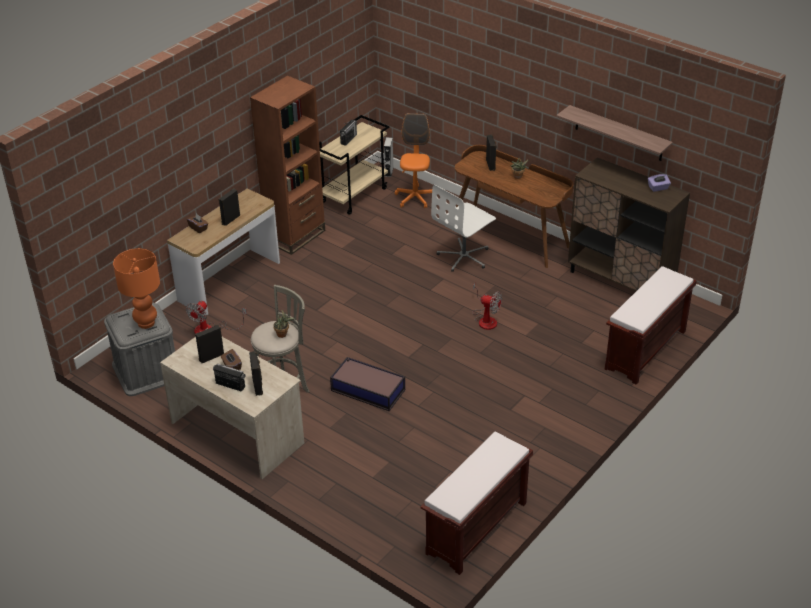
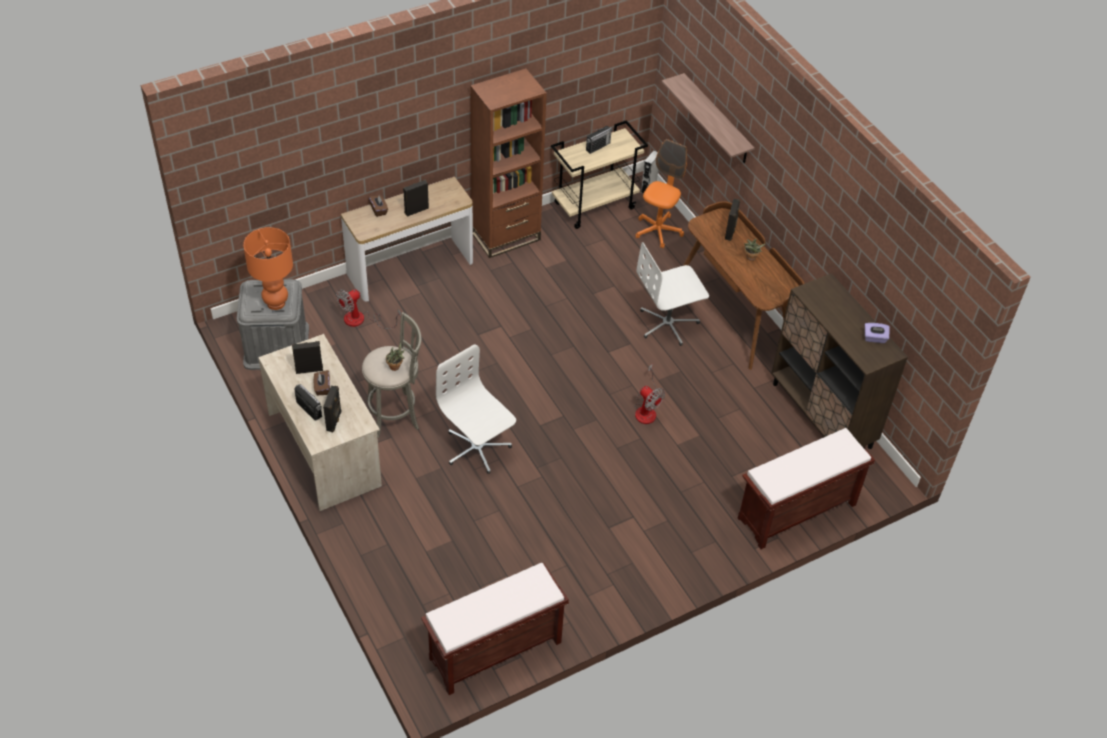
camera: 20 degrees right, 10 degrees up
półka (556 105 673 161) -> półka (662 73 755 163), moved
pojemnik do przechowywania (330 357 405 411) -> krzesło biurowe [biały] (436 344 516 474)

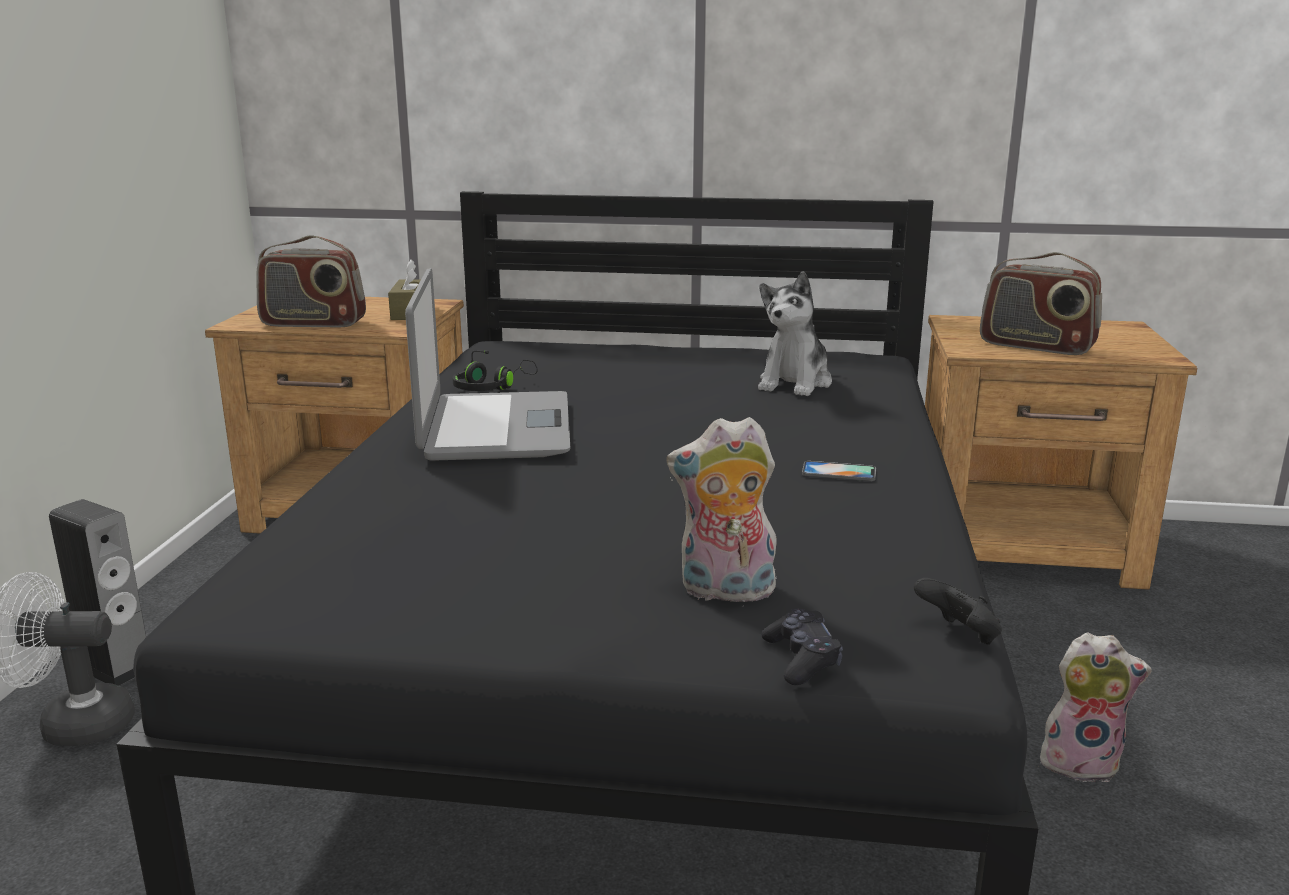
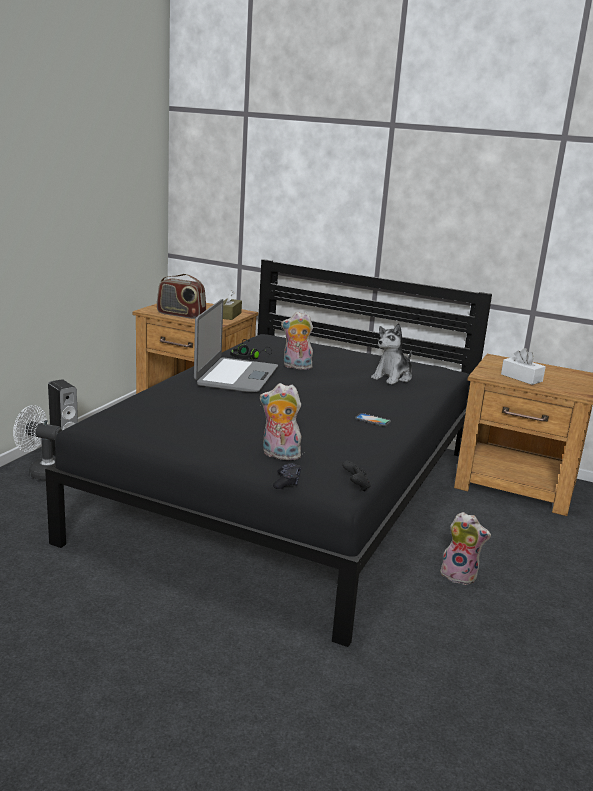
camera: 15 degrees right, 0 degrees up
none -> pluszak (281 312 313 370)
radio (980 252 1102 355) -> pudełko chusteczek [biały] (501 348 546 385)

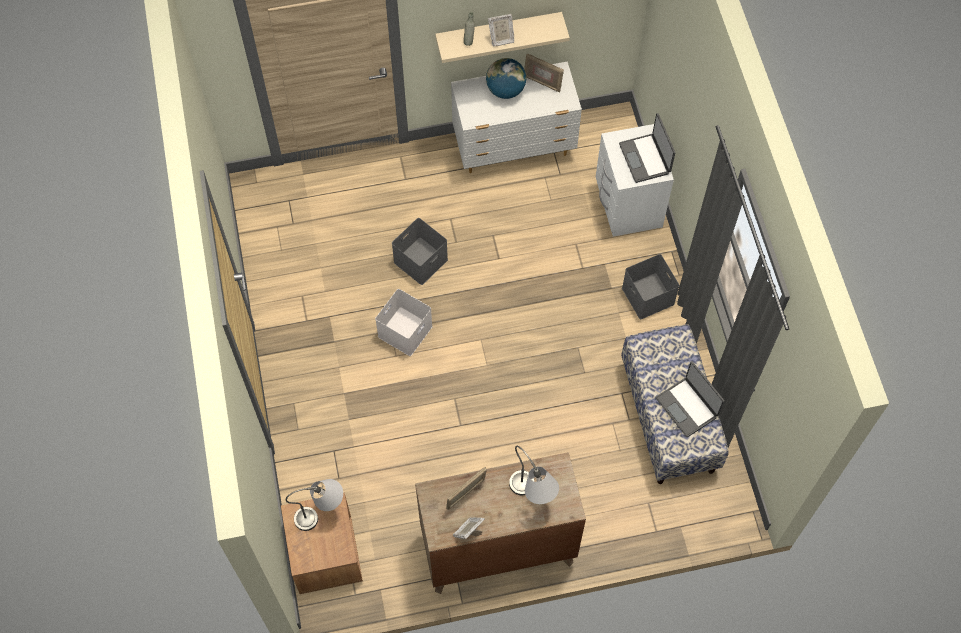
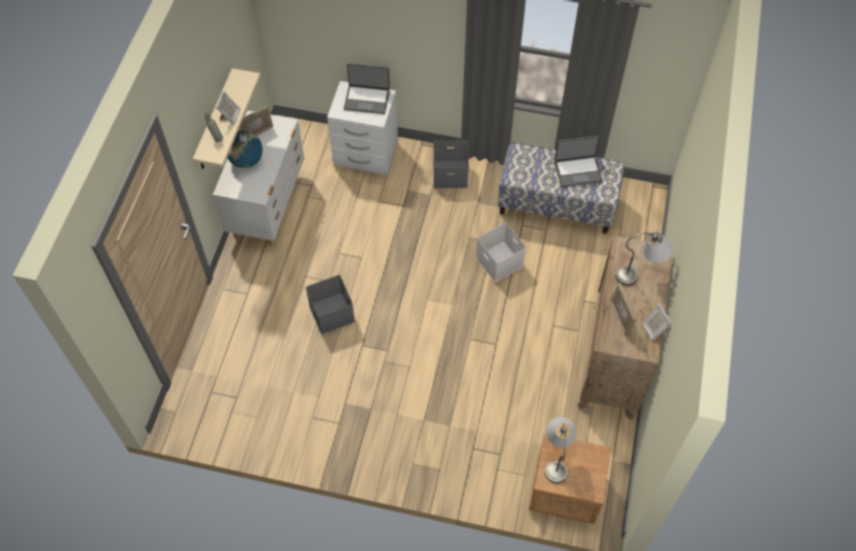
camera: 65 degrees left, 5 degrees down
pojemnik do przechowywania [biały] (375 289 433 356) -> pojemnik do przechowywania [biały] (476 222 526 282), moved

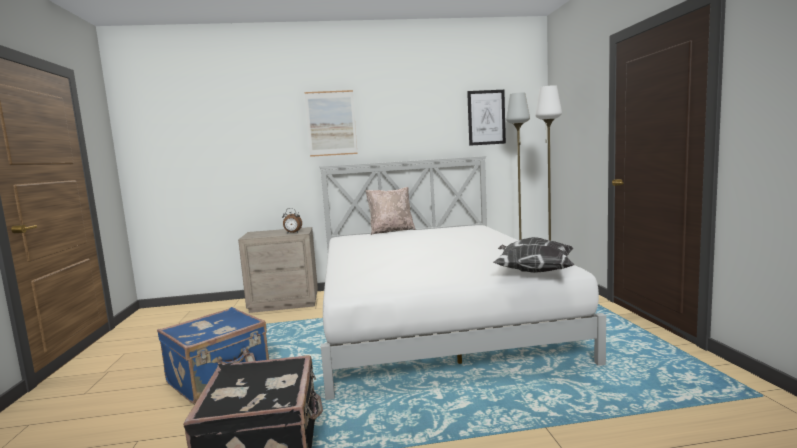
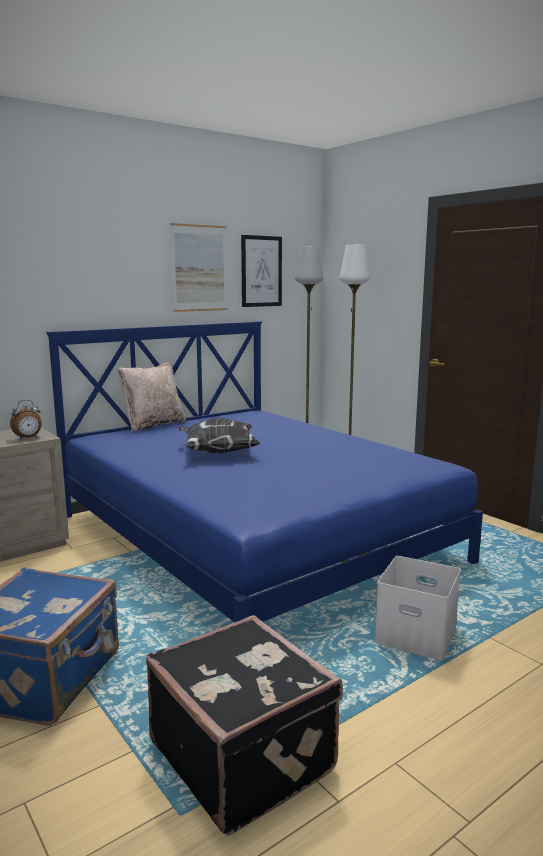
camera: 30 degrees left, 5 degrees up
none -> pojemnik do przechowywania [biały] (375 556 461 661)
obraz (305 90 358 157) -> obraz (170 223 228 312), moved
poduszka (493 237 575 273) -> poduszka (178 418 261 453), moved
łóżko [biały] (319 156 606 400) -> łóżko [niebieski] (46 321 483 623)

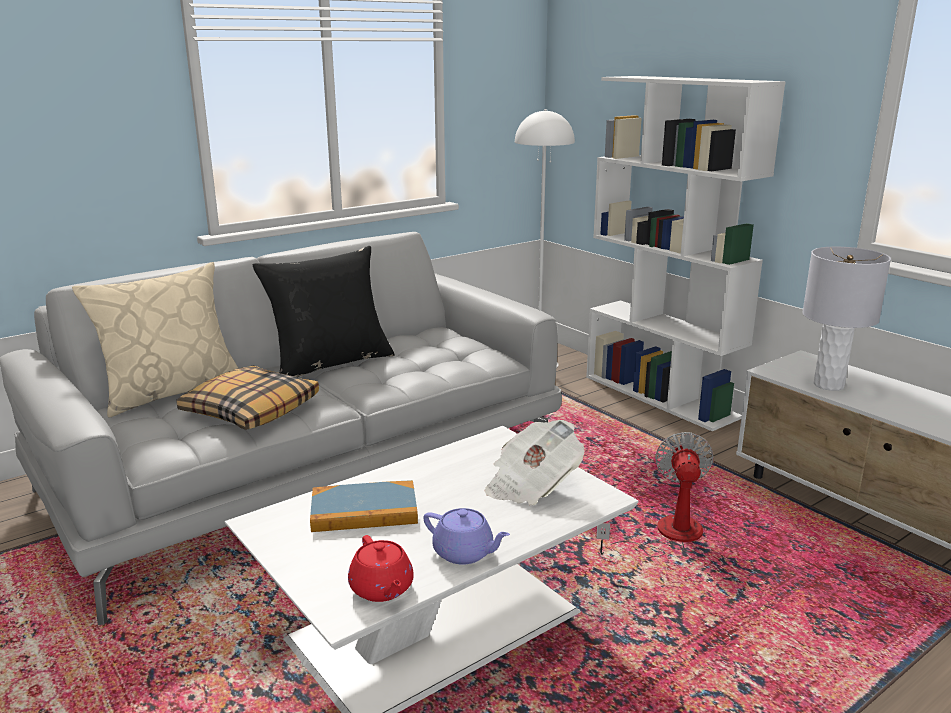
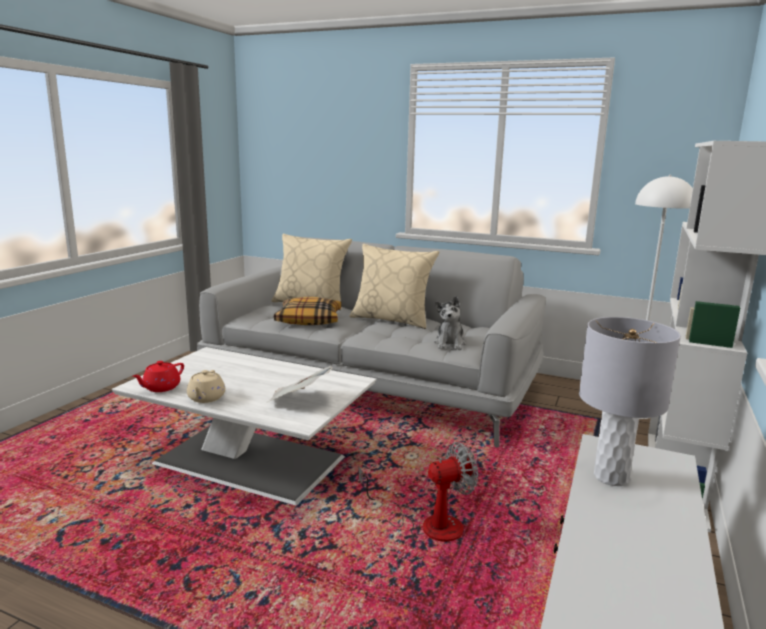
camera: 60 degrees right, 5 degrees down
książka (310 480 418 532) -> none
none -> pluszak (434 296 466 350)
poduszka [czarny] (253 246 395 377) -> poduszka [beżowy] (349 244 439 329)
imbryk [fioletowy] (424 508 510 565) -> imbryk [beżowy] (187 370 225 403)

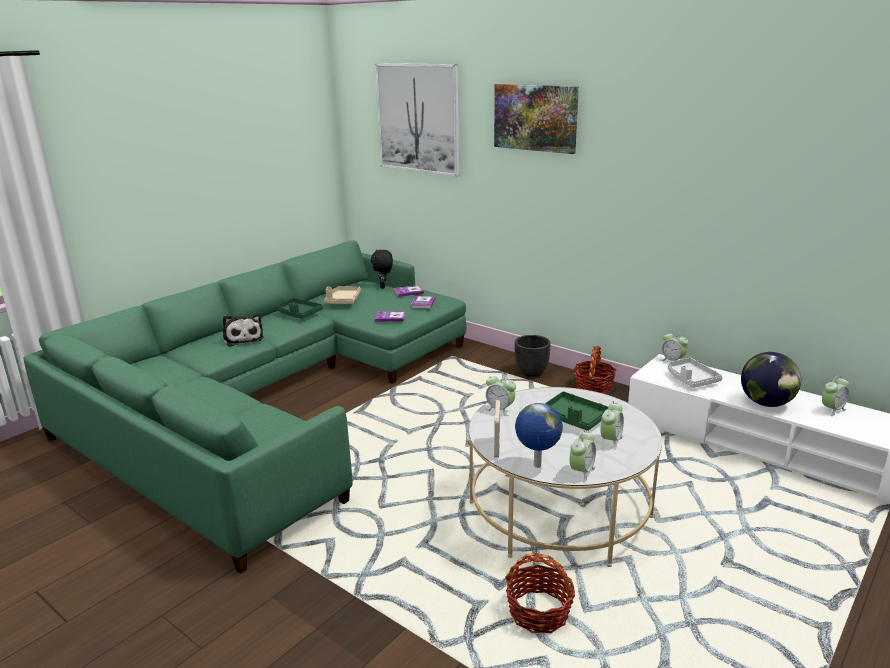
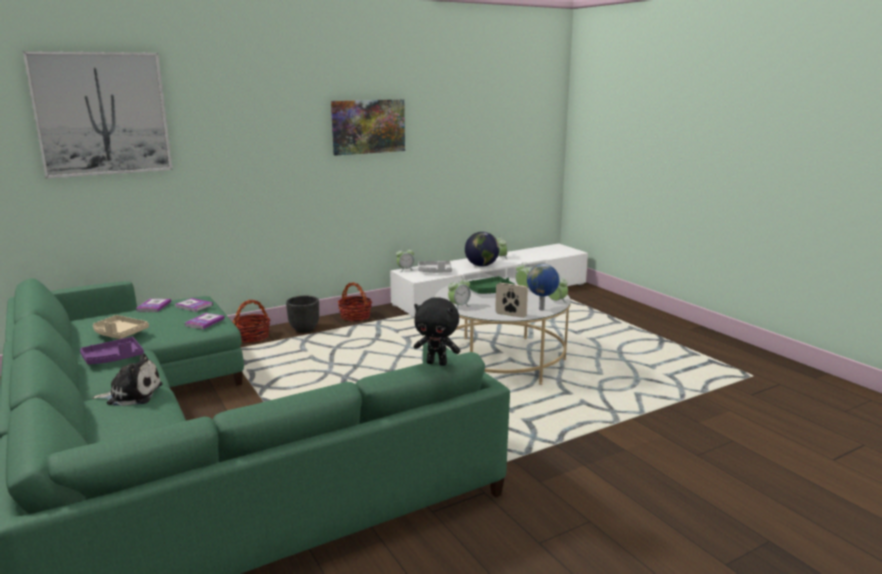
camera: 70 degrees left, 5 degrees down
pluszak [czarny] (371 250 393 288) -> pluszak [czarny] (414 297 460 366), moved
obraz (494 84 579 154) -> obraz (331 99 405 156), moved
koszyk (505 553 575 633) -> koszyk (233 300 271 343), moved
taca [zielony] (277 298 322 318) -> taca [fioletowy] (80 337 144 364)

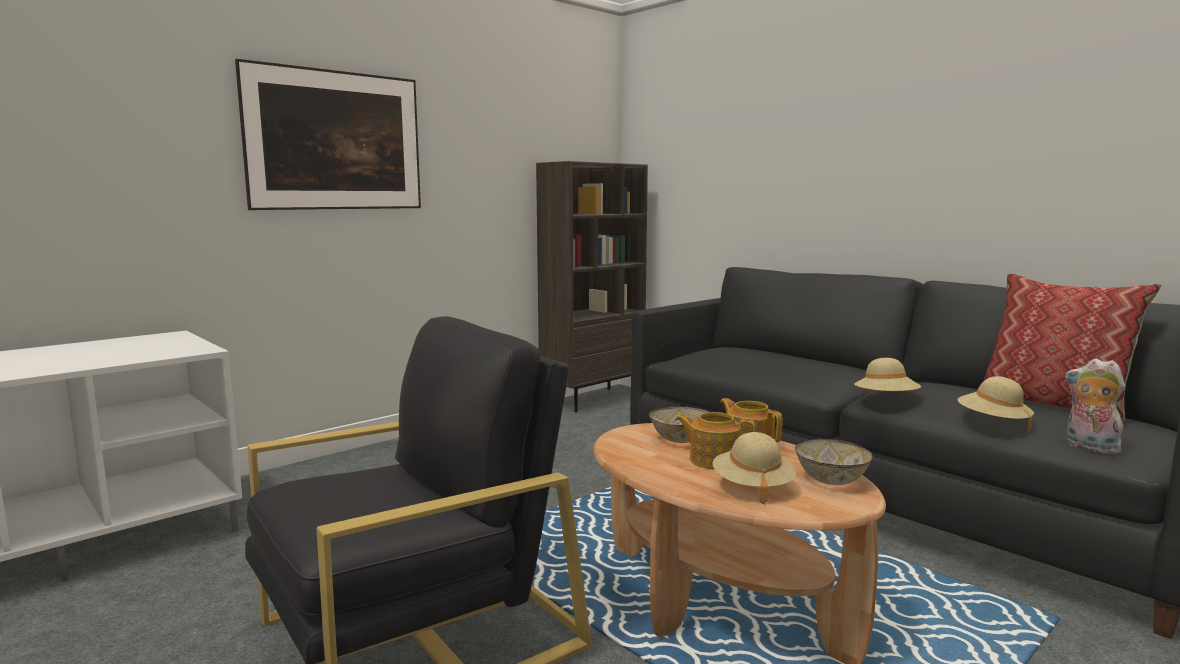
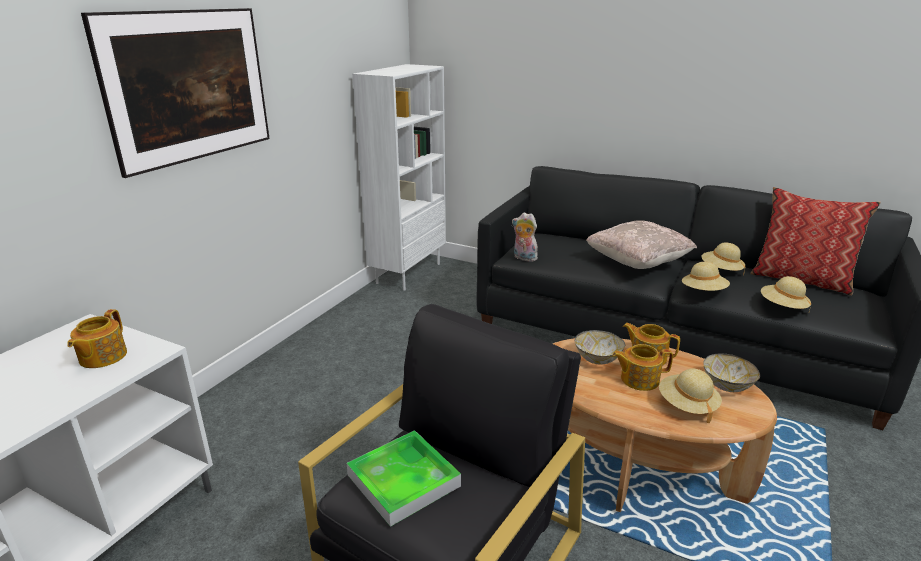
camera: 20 degrees left, 15 degrees up
none -> imbryk (67 309 127 368)
none -> taca (347 430 461 527)
none -> poduszka [beżowy] (586 220 697 269)
none -> kapelusz [beżowy] (702 242 745 275)
pluszak (1065 358 1125 454) -> pluszak (512 212 538 262), moved
regał [brązowy] (536 161 648 412) -> regał [biały] (352 64 446 290)

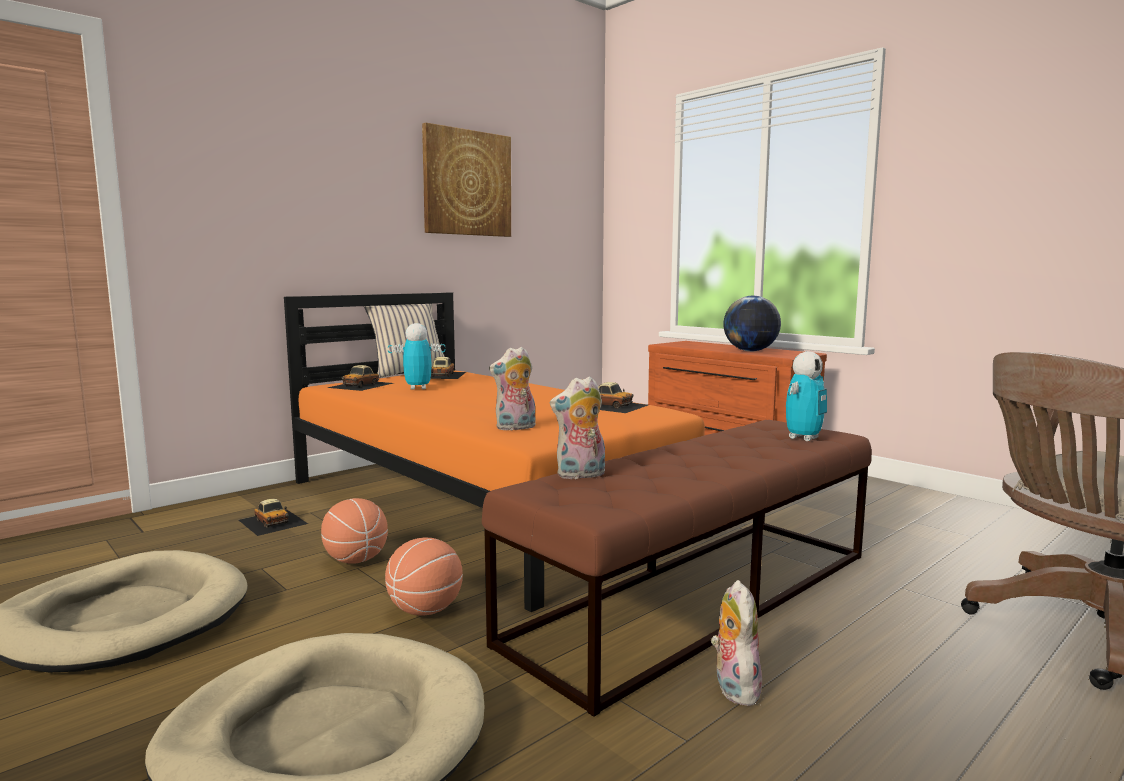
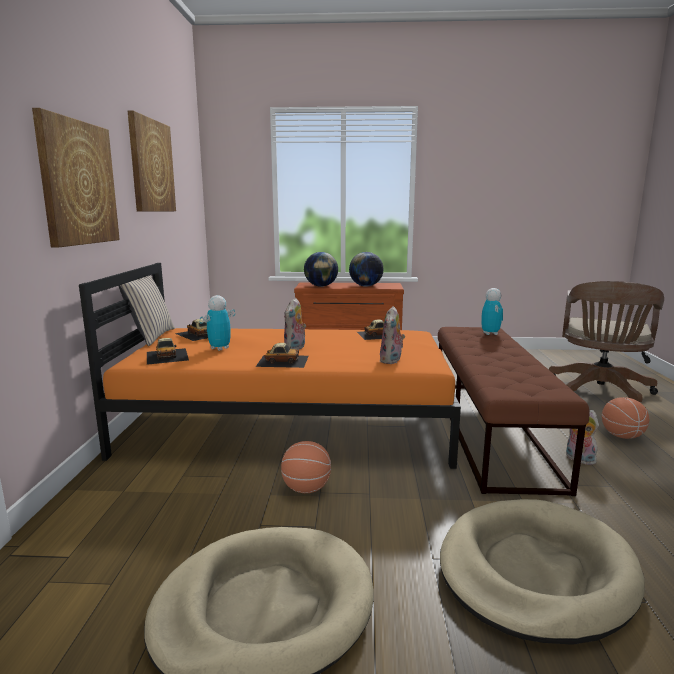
camera: 45 degrees left, 5 degrees up
none -> obraz (32 108 120 248)
none -> globus (304 252 338 287)
samochodzik (239 499 308 536) -> samochodzik (256 343 308 368), moved
piłka do koszykówki (385 538 463 616) -> piłka do koszykówki (602 397 649 439), moved
pluszak (550 376 605 479) -> pluszak (284 298 306 350), moved

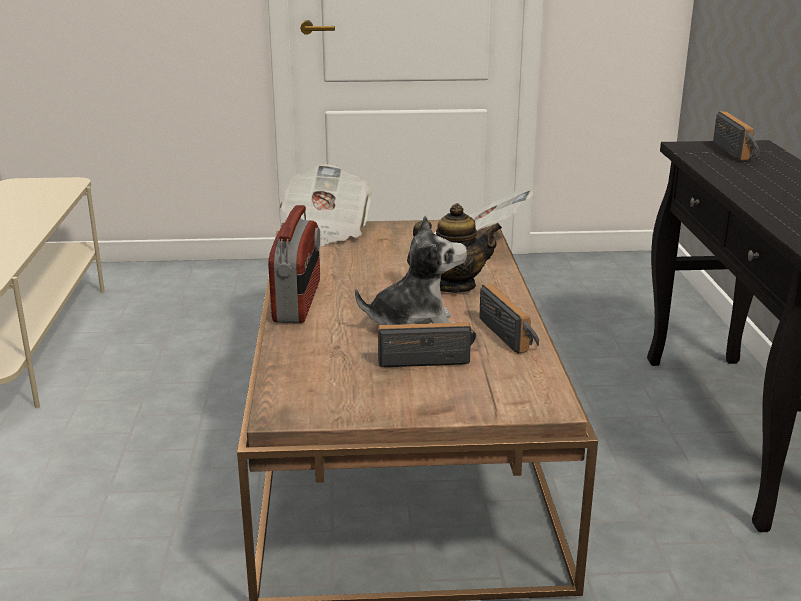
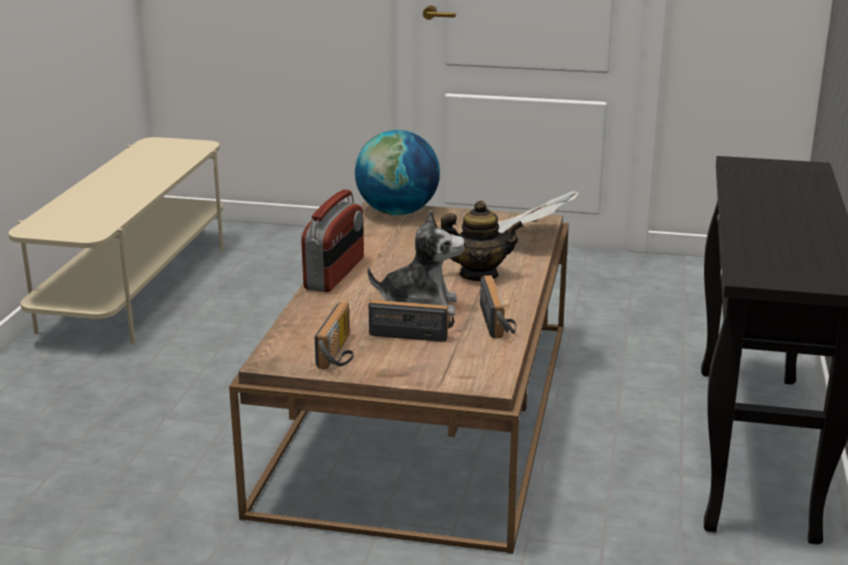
camera: 15 degrees right, 0 degrees up
radio (713 112 760 161) -> radio (315 302 354 369), moved
gazeta (280 164 373 246) -> globus (355 130 440 215)

